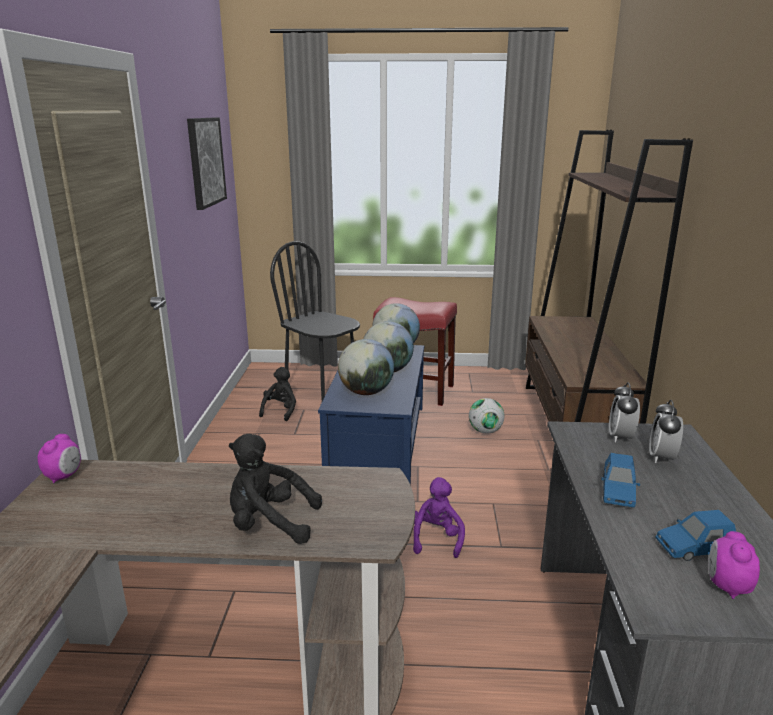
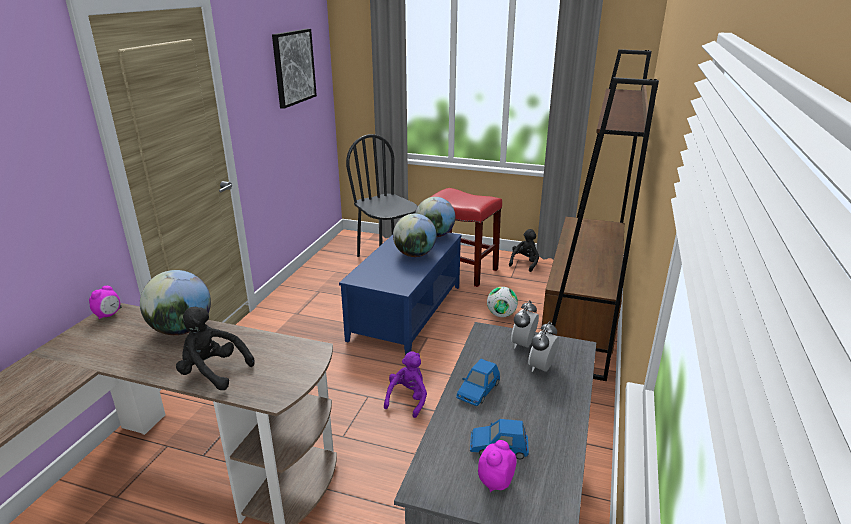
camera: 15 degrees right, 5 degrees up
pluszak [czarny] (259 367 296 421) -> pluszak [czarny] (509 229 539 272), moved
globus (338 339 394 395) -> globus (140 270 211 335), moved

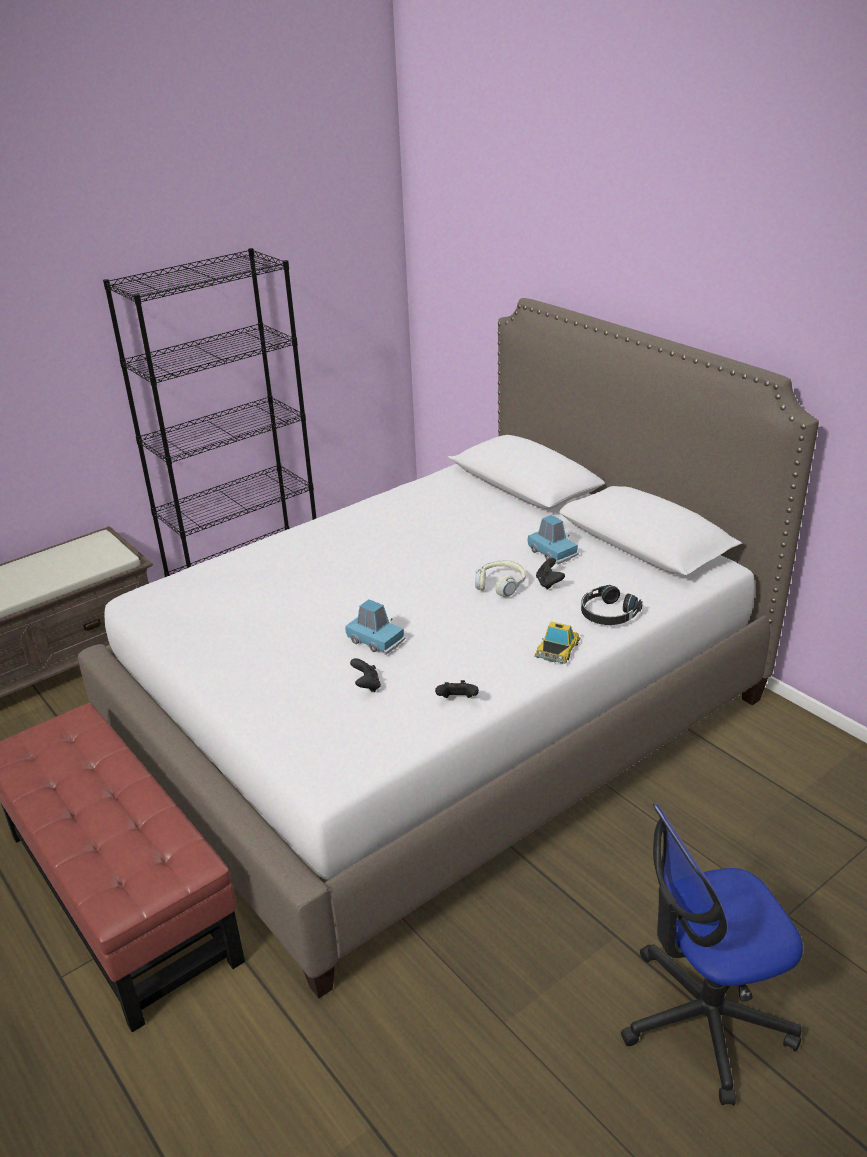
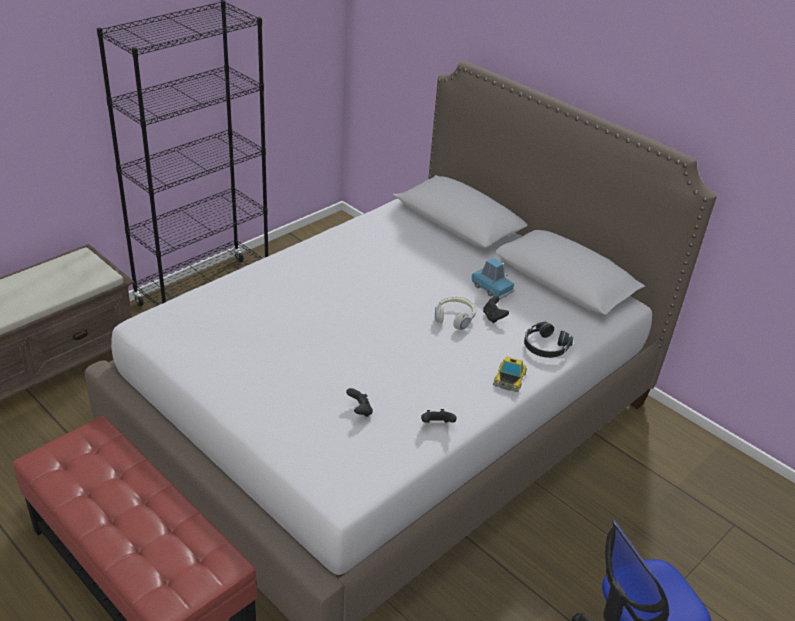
camera: 10 degrees left, 5 degrees up
samochodzik [niebieski] (345 599 406 655) -> none

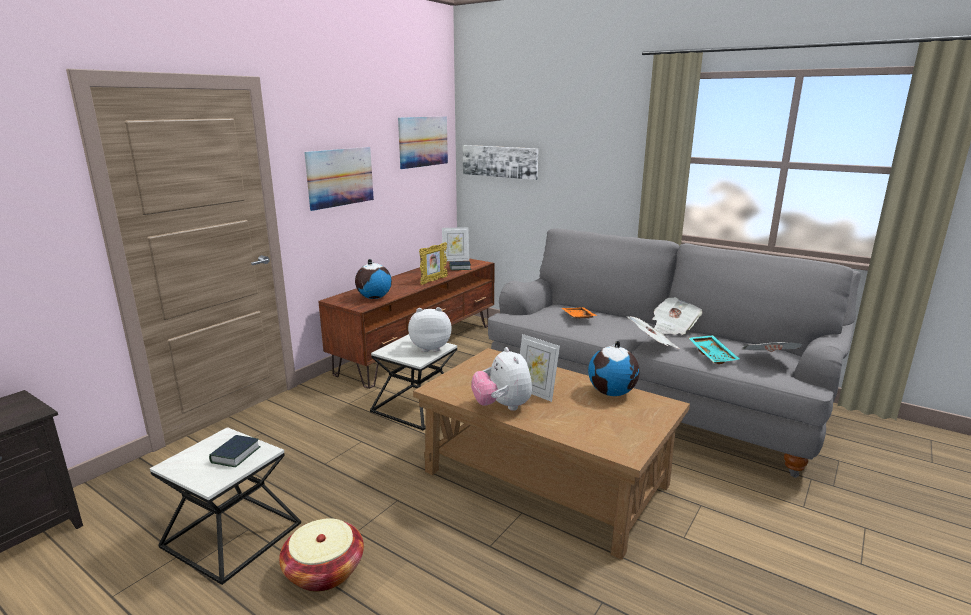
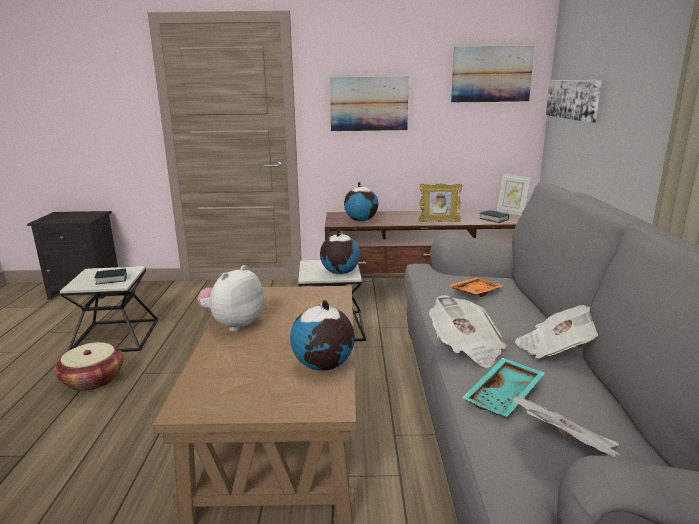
camera: 55 degrees right, 0 degrees up
ramka na zdjęcie (520 334 560 402) -> none
pluszak (408 307 452 352) -> globus (320 230 360 274)

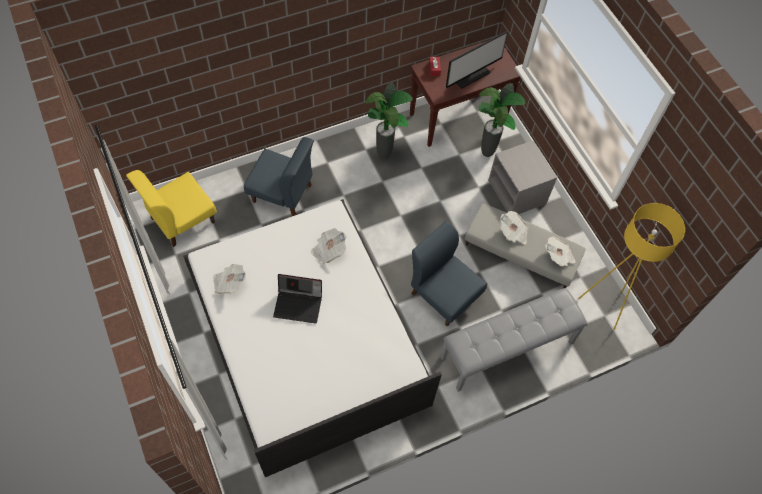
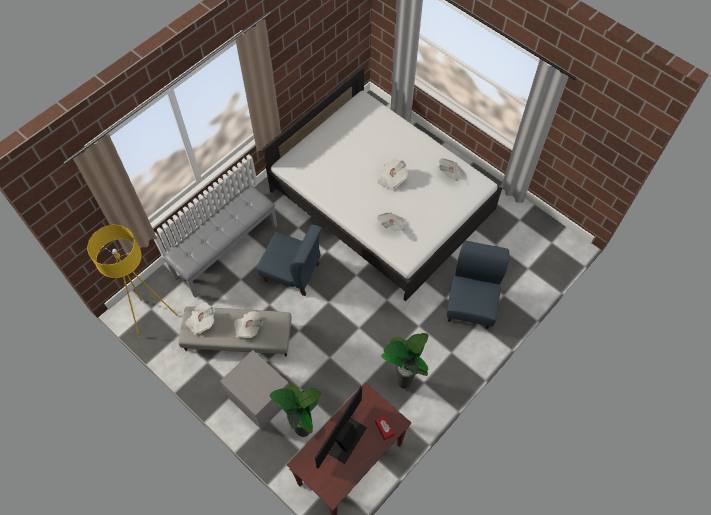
camera: 160 degrees right, 0 degrees up
krzesło [żółty] (126 170 217 247) -> none
laptop (273 274 322 324) -> gazeta (377 159 408 190)
krzesło [niebieski] (244 137 314 216) -> krzesło [niebieski] (446 241 509 329), 105 degrees clockwise

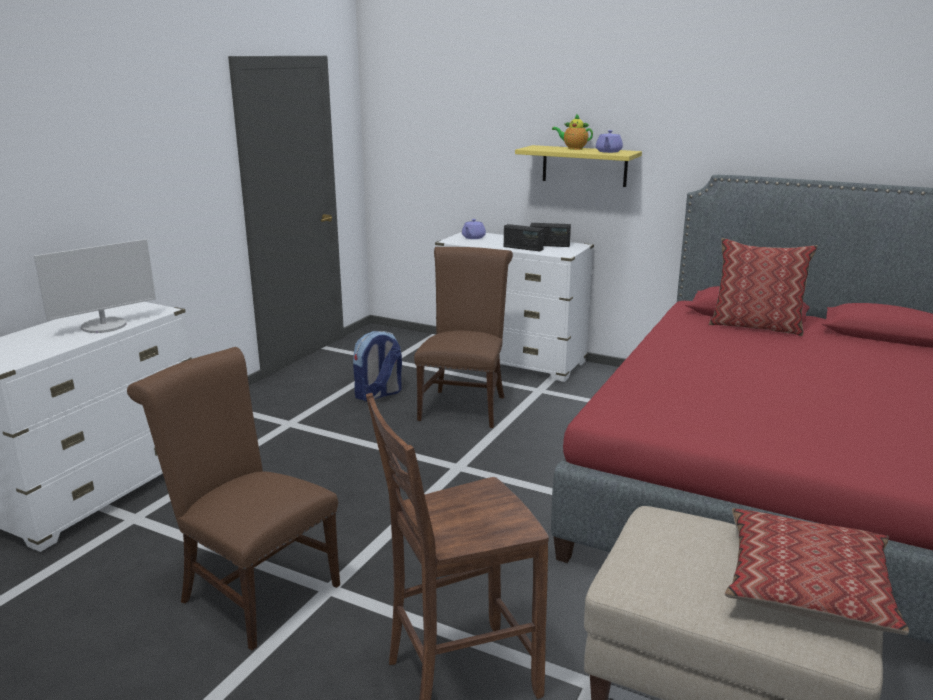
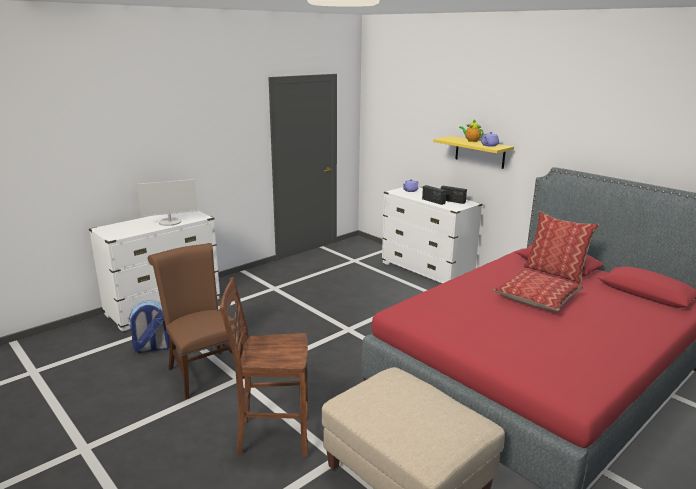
camera: 20 degrees right, 0 degrees up
krzesło [brązowy] (414 247 513 428) -> none
plecak (353 331 402 401) -> plecak (127 300 170 353), moved
poduszka (724 508 909 635) -> poduszka (493 269 584 311), moved

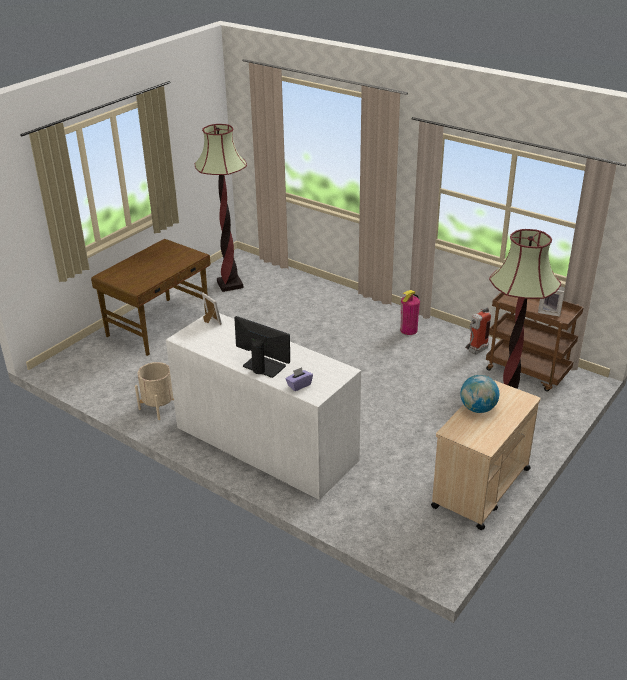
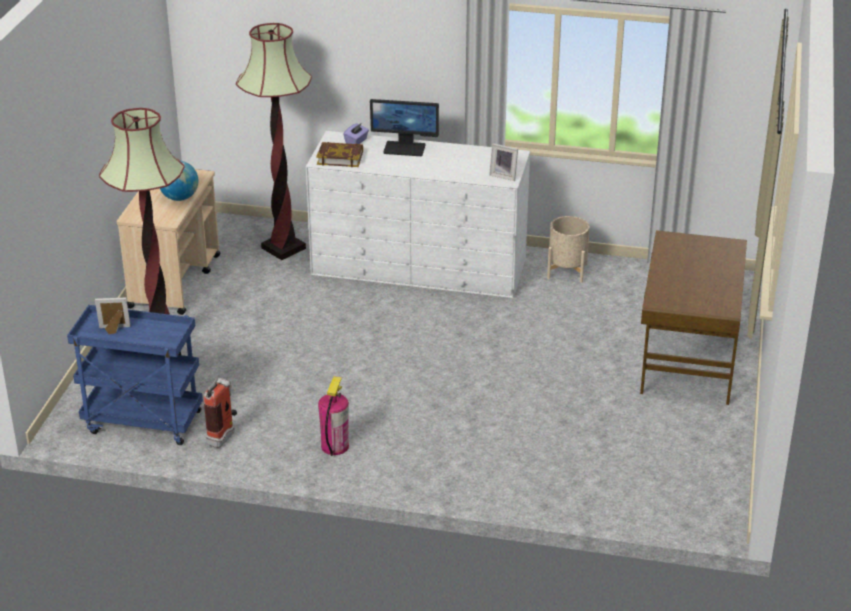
camera: 155 degrees right, 0 degrees up
none -> książka (316 142 363 167)
lampa stojąca (195 124 247 292) -> lampa stojąca (236 23 312 260), moved
wózek [brązowy] (486 292 584 392) -> wózek [niebieski] (67 305 203 445)

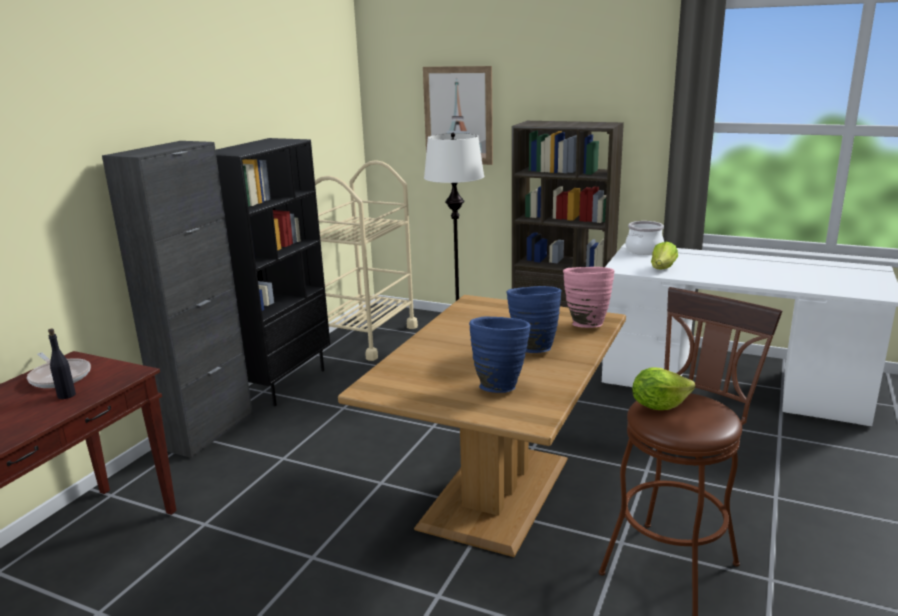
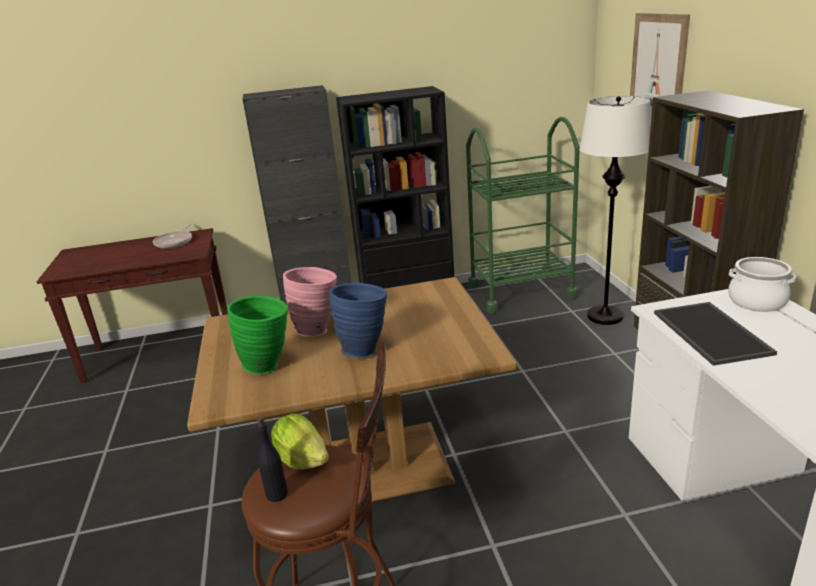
camera: 55 degrees right, 5 degrees up
butelka [czarny] (48 328 76 399) -> butelka [czarny] (257 416 288 502), moved
wazon [różowy] (563 267 615 328) -> wazon [różowy] (283 267 337 337), moved
sałata (651 242 678 269) -> taca (654 302 777 366)
wózek [beżowy] (315 160 418 361) -> wózek [zielony] (466 117 580 313)
wazon [niebieski] (469 317 530 393) -> wazon [zielony] (227 296 288 374)

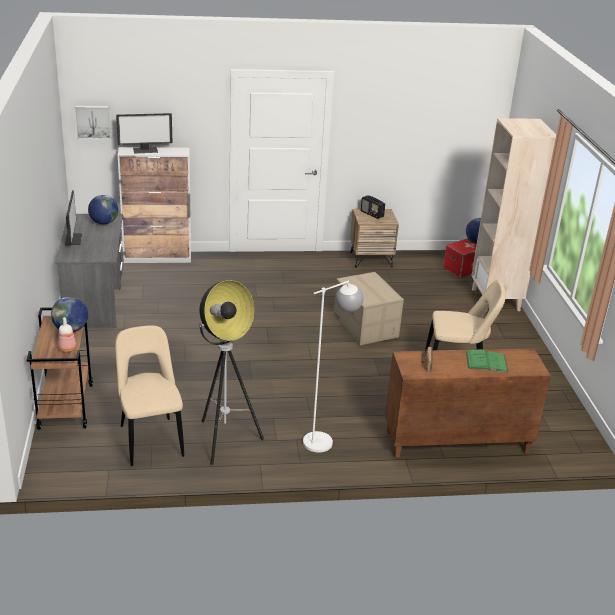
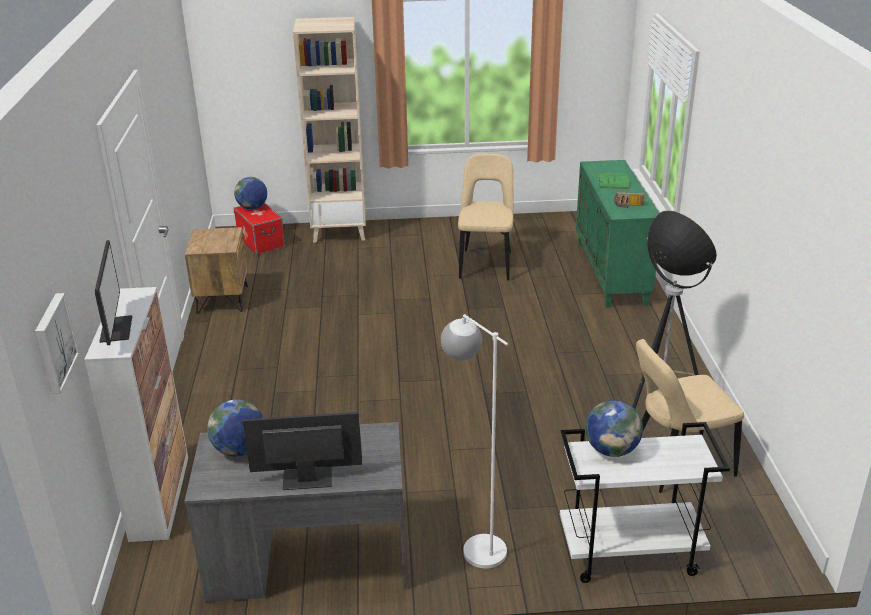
camera: 85 degrees left, 0 degrees up
butelka (58 317 76 353) -> none
karton (334 272 404 345) -> none
radio (361 196 385 219) -> none
lampa stojąca [biały] (303 280 363 453) -> lampa stojąca [biały] (441 314 508 568), moved
wózek [brązowy] (26 307 93 430) -> wózek [biały] (560 422 730 583)
szafka [brązowy] (385 348 551 458) -> szafka [zielony] (576 160 659 308)

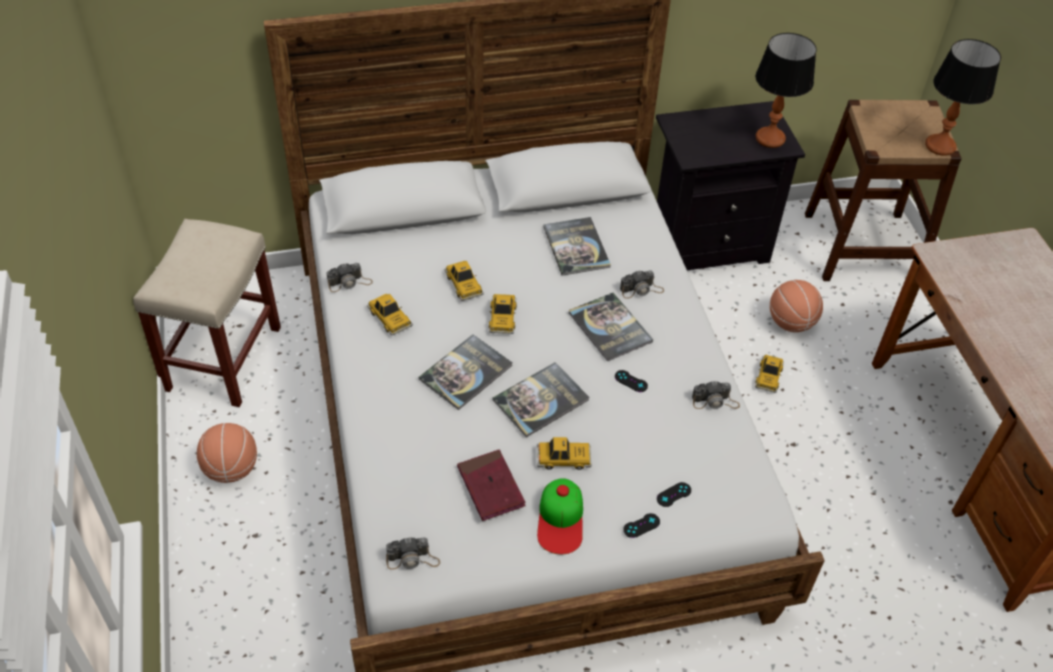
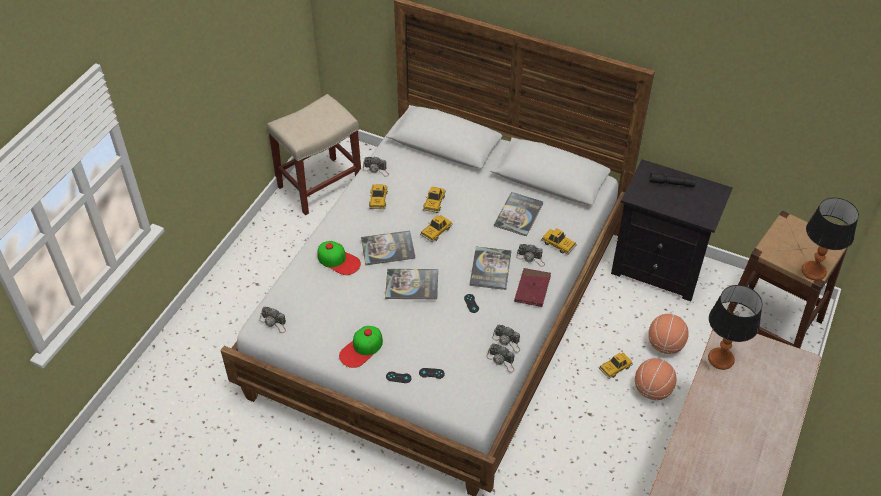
camera: 40 degrees right, 0 degrees up
none -> czapka z daszkiem (317 241 361 275)
none -> aparat fotograficzny (486 343 515 373)
none -> latarka [czarny] (650 173 696 187)
piłka do koszykówki (197 423 257 483) -> piłka do koszykówki (635 358 677 400), moved
książka [czerwony] (457 450 526 521) -> książka [czerwony] (514 268 551 307), moved
samochodzik (537 437 591 470) -> samochodzik (541 228 577 255), moved
lampa stołowa (756 33 817 148) -> lampa stołowa (708 285 762 370), moved

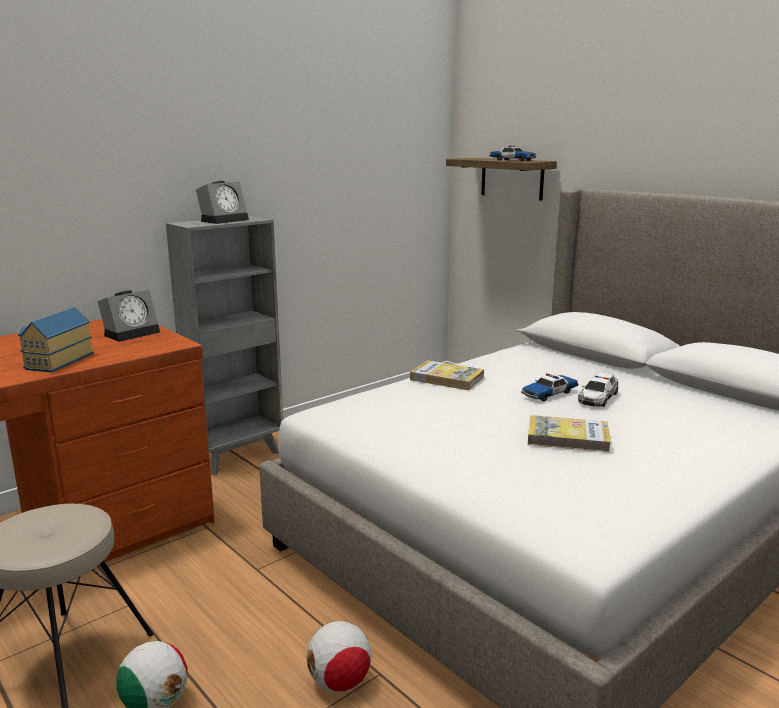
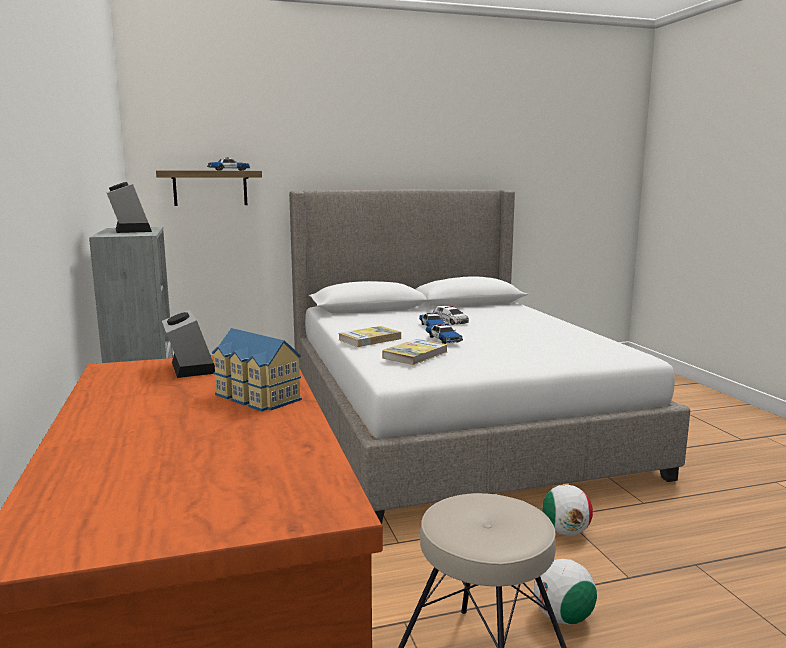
camera: 65 degrees left, 5 degrees down
none -> samochodzik (425 323 463 344)
książka (528 415 611 452) -> książka (382 339 448 365), moved

